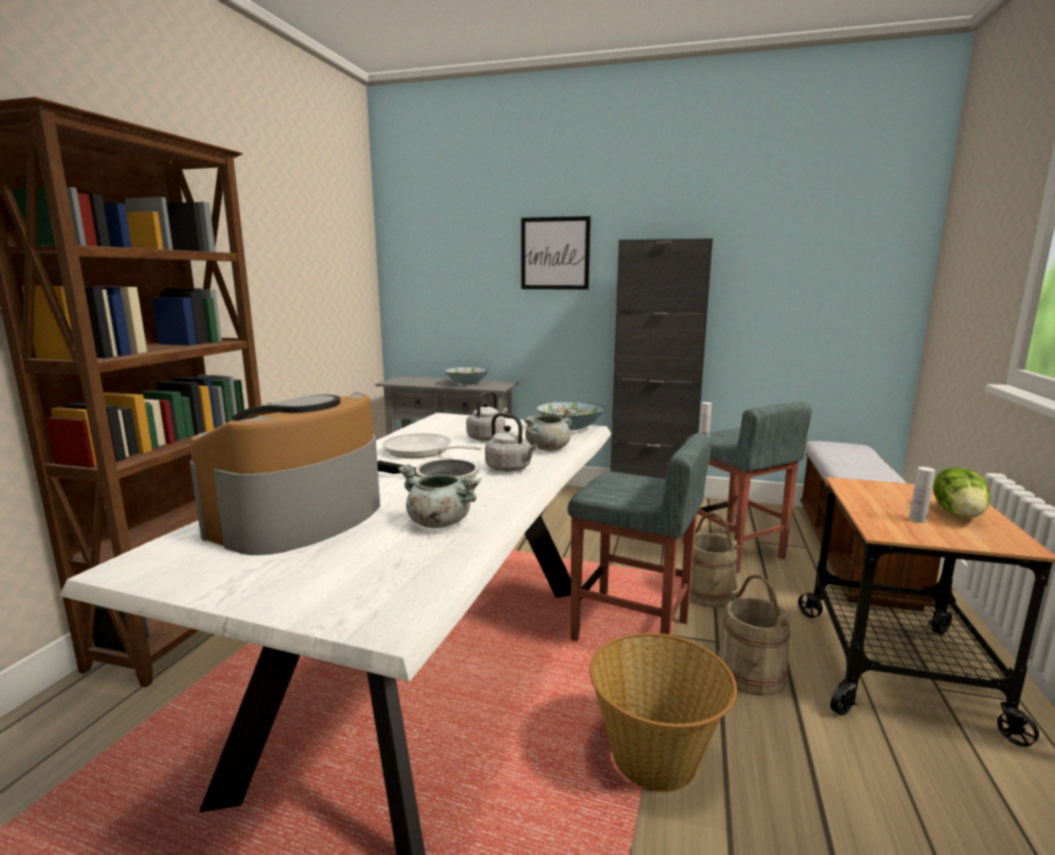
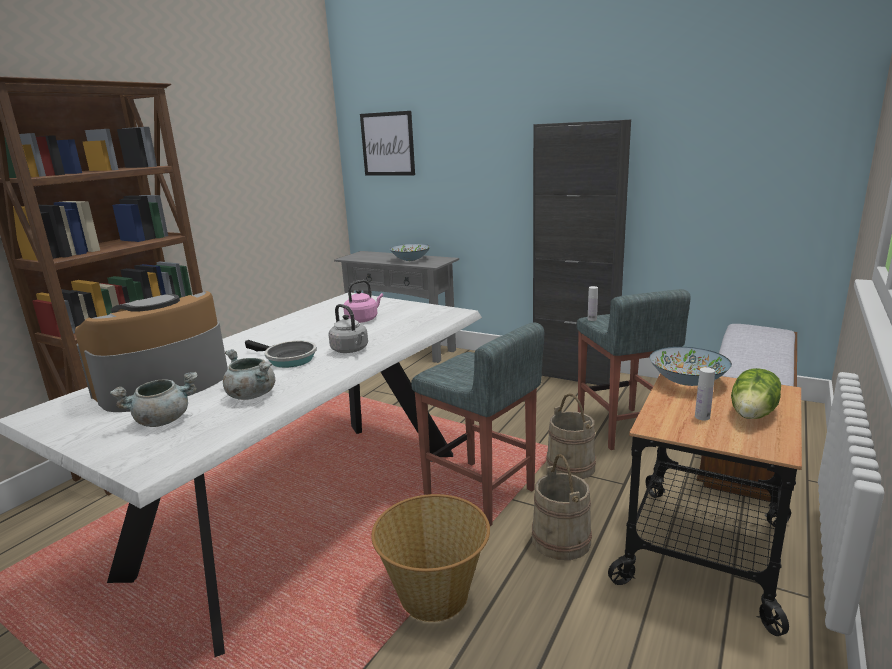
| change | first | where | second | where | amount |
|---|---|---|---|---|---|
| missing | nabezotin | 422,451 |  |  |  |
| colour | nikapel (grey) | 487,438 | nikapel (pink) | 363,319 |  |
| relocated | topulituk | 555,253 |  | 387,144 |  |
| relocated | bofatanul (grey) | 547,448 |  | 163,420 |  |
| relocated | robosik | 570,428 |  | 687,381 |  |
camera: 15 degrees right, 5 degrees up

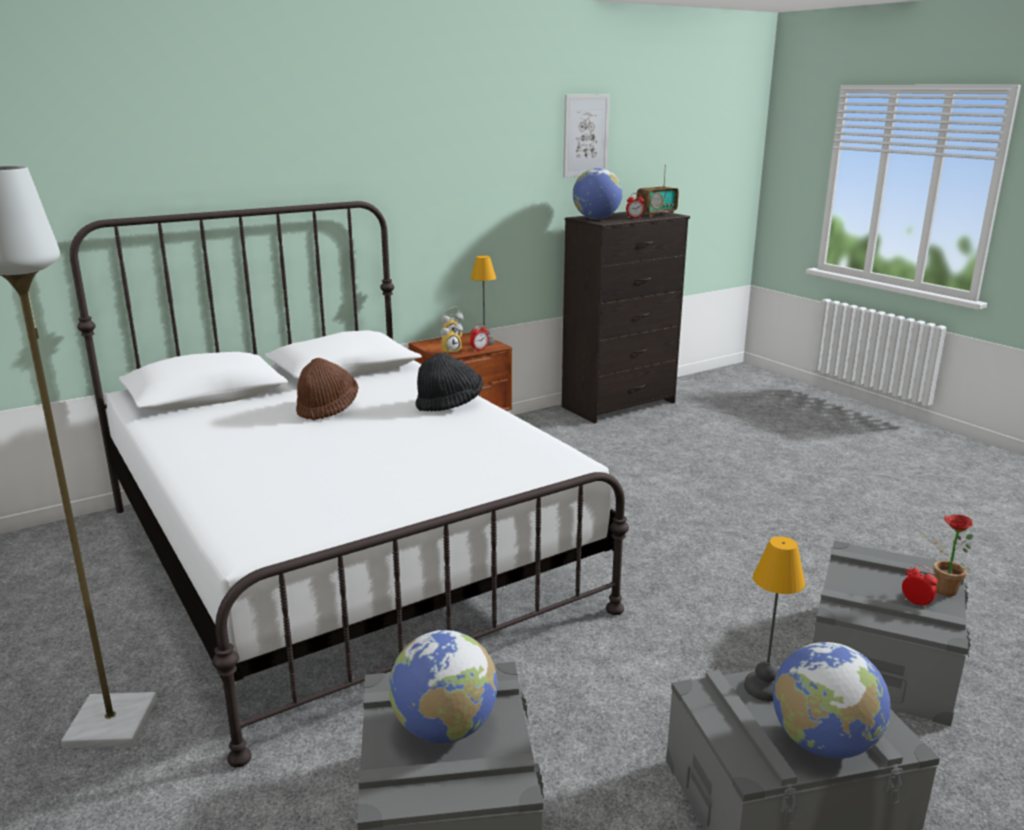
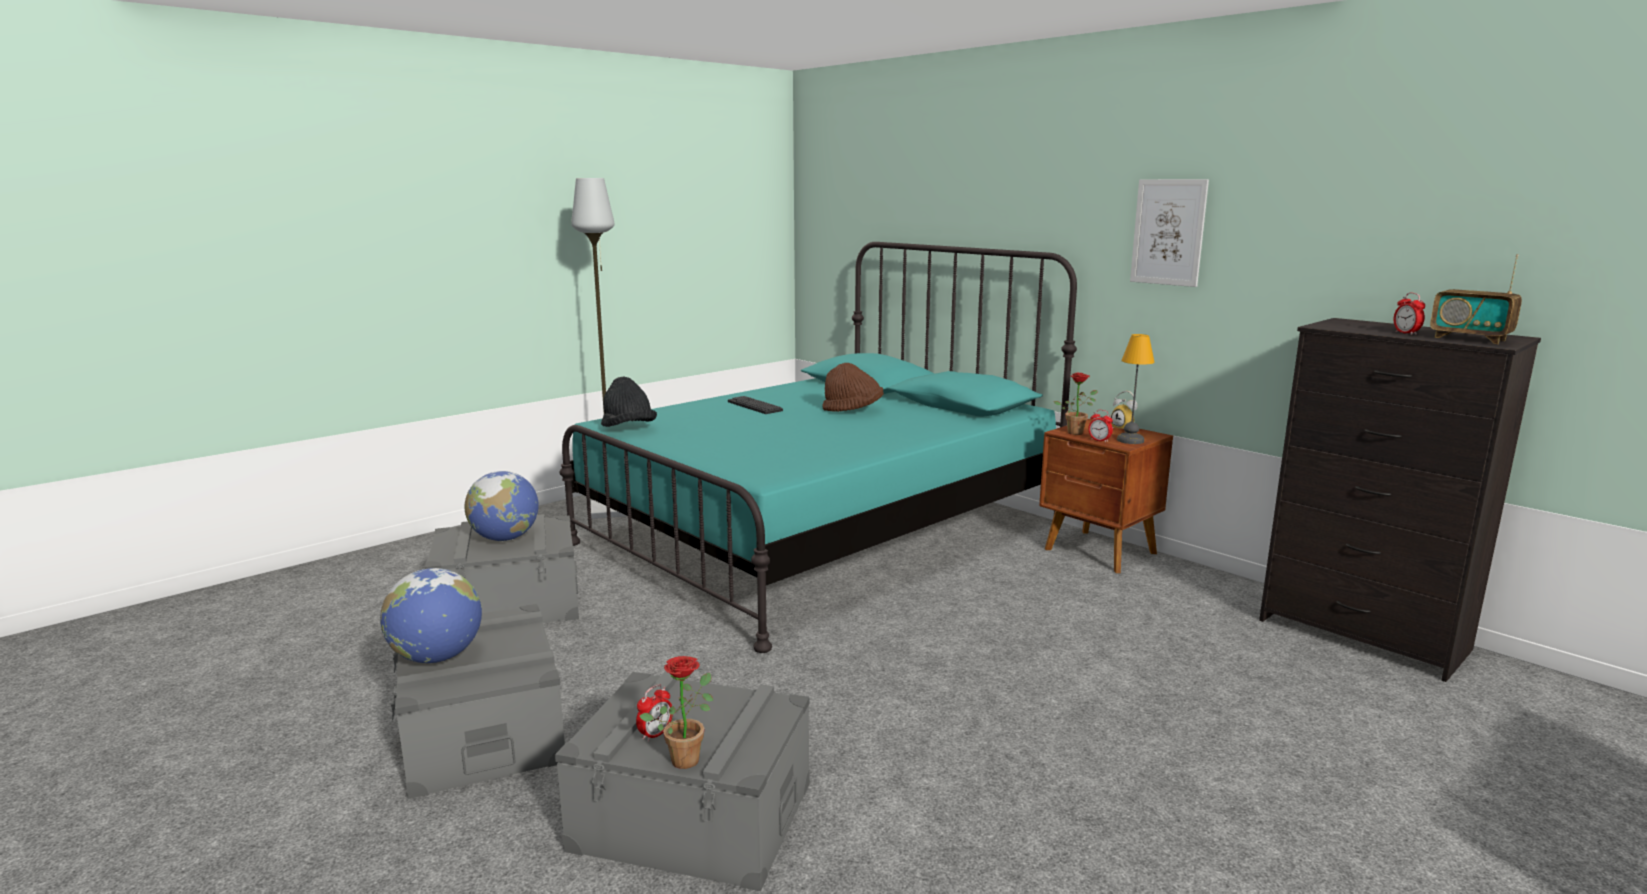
| change | first | where | second | where | amount |
|---|---|---|---|---|---|
| colour | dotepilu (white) | 341,556 | dotepilu (turquoise) | 821,534 |  |
| relocated | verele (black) | 449,404 |  | 628,429 |  |
| exchanged | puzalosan | 450,351 | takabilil | 1076,432 |  |
| relocated | topulituk | 585,135 |  | 1168,232 |  |
| missing | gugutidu | 596,219 |  |  |  |
| missing | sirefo | 763,688 |  |  |  |
| appeared |  |  | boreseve | 754,406 |  |
camera: 80 degrees right, 5 degrees down

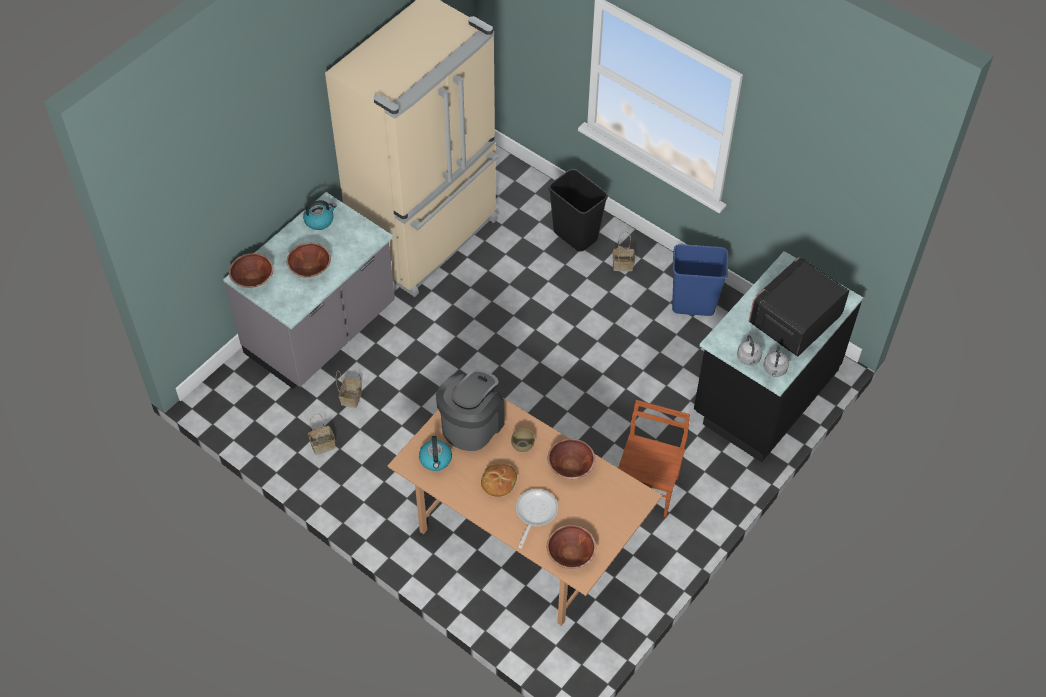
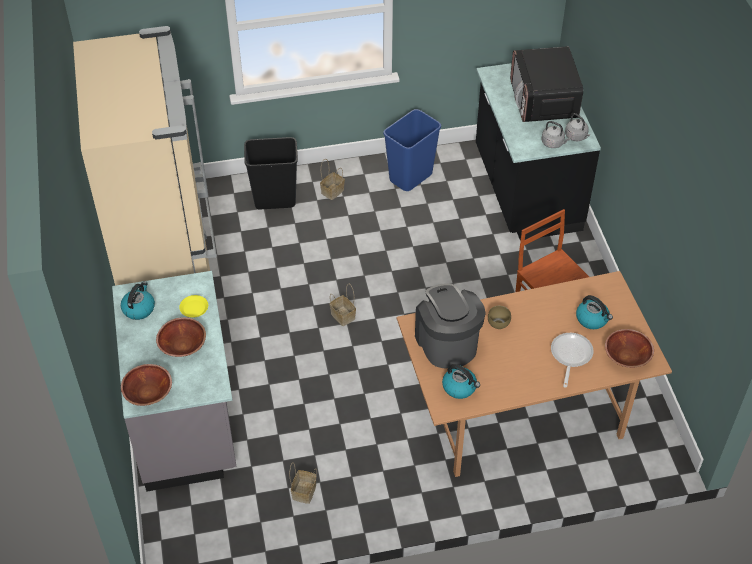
| change | first | where | second | where | amount |
|---|---|---|---|---|---|
| relocated | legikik | 351,397 |  | 342,316 |  |
| missing | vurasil | 498,483 |  |  |  |
| spun | nabezotin | 534,513 |  | 570,356 | 45 degrees clockwise |
| missing | robosik (brown) | 570,466 |  |  |  |
| appeared |  |  | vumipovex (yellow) | 194,308 |  |
| appeared |  |  | nikapel | 592,319 |  |
camera: 50 degrees left, 5 degrees down

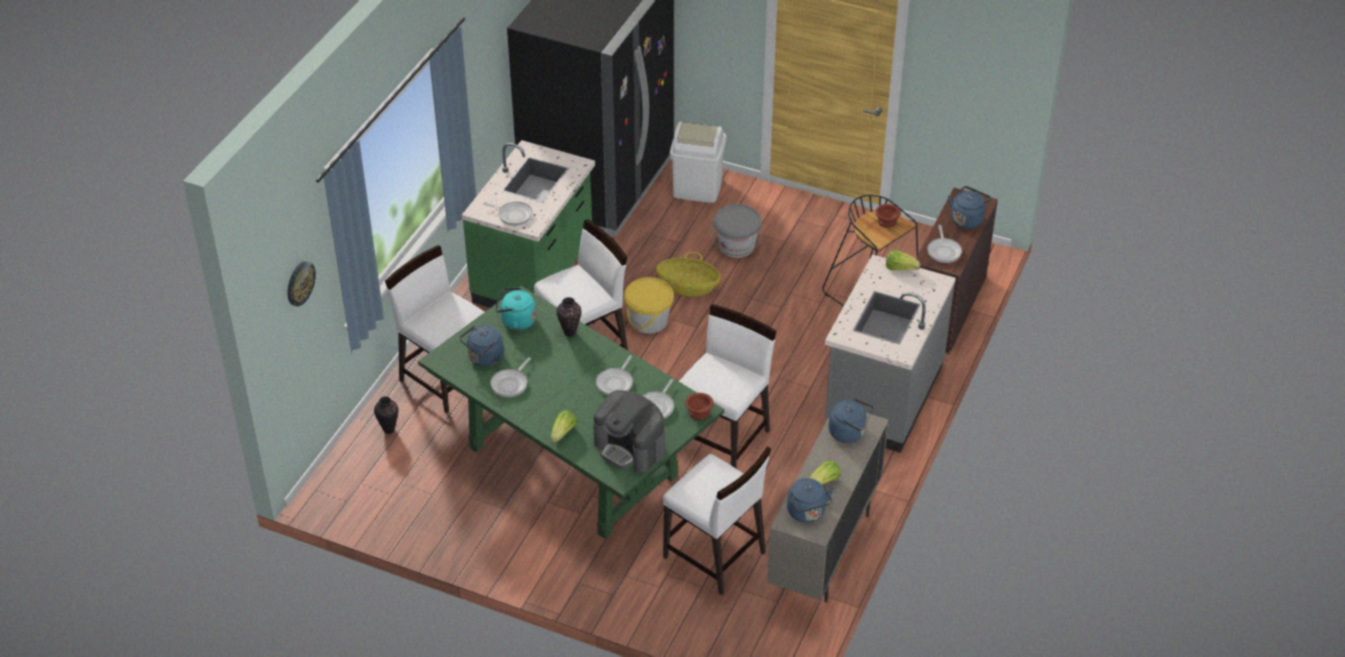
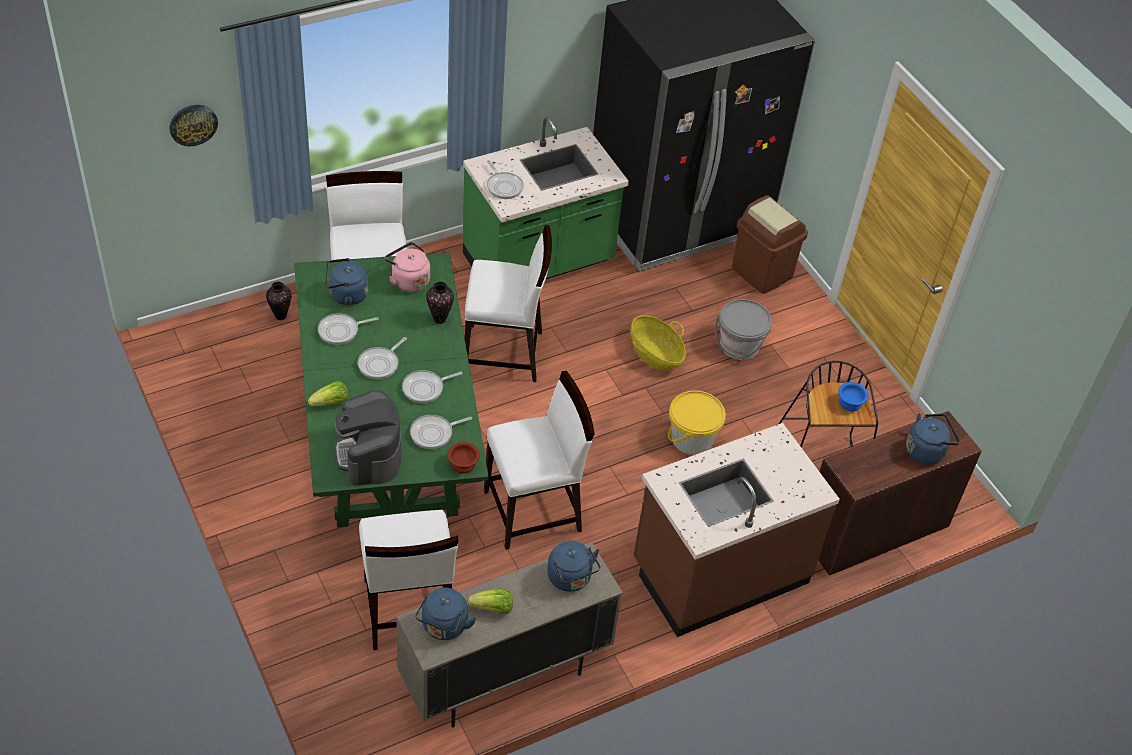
| change | first | where | second | where | amount |
|---|---|---|---|---|---|
| colour | nikapel (turquoise) | 516,321 | nikapel (pink) | 408,280 |  |
| relocated | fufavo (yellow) | 649,321 |  | 692,438 |  |
| colour | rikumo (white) | 697,188 | rikumo (brown) | 761,272 |  |
| colour | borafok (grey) | 882,396 | borafok (brown) | 719,572 |  |
| colour | robosik (brown) | 887,222 | robosik (blue) | 849,403 |  |
| missing | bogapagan | 900,268 |  |  |  |
| relocated | nabezotin | 944,251 |  | 380,364 |  |
camera: 35 degrees right, 5 degrees up

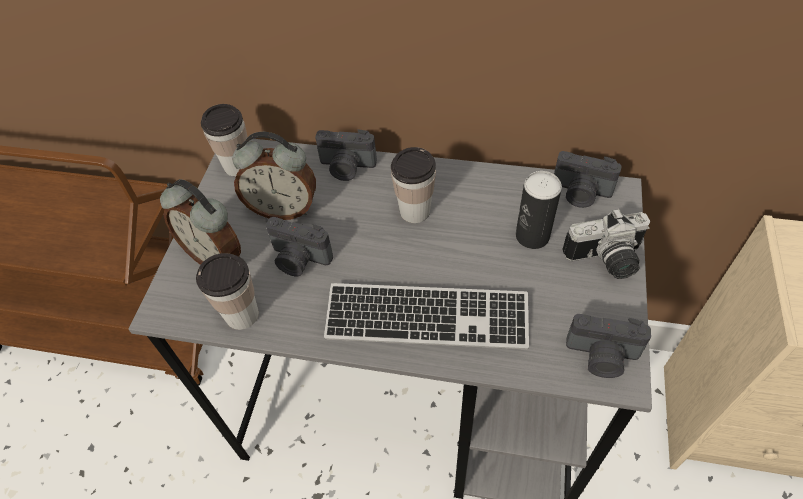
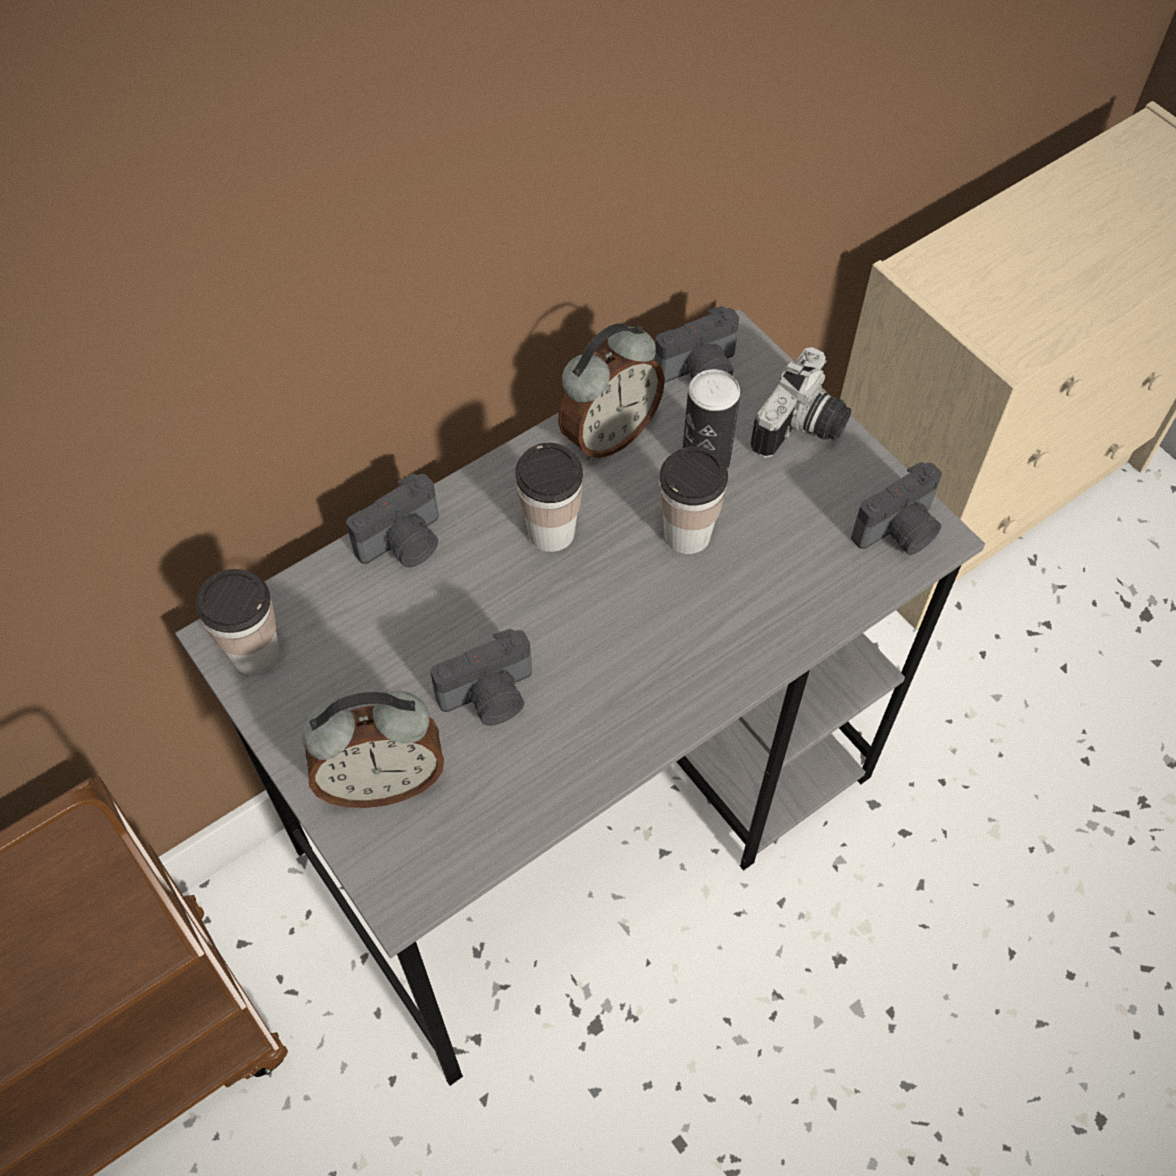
| change | first | where | second | where | amount |
|---|---|---|---|---|---|
| relocated | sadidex | 242,315 |  | 687,534 |  |
| relocated | puzalosan | 283,208 |  | 608,434 |  |
| missing | boreseve | 426,319 |  |  |  |
camera: 50 degrees left, 5 degrees up

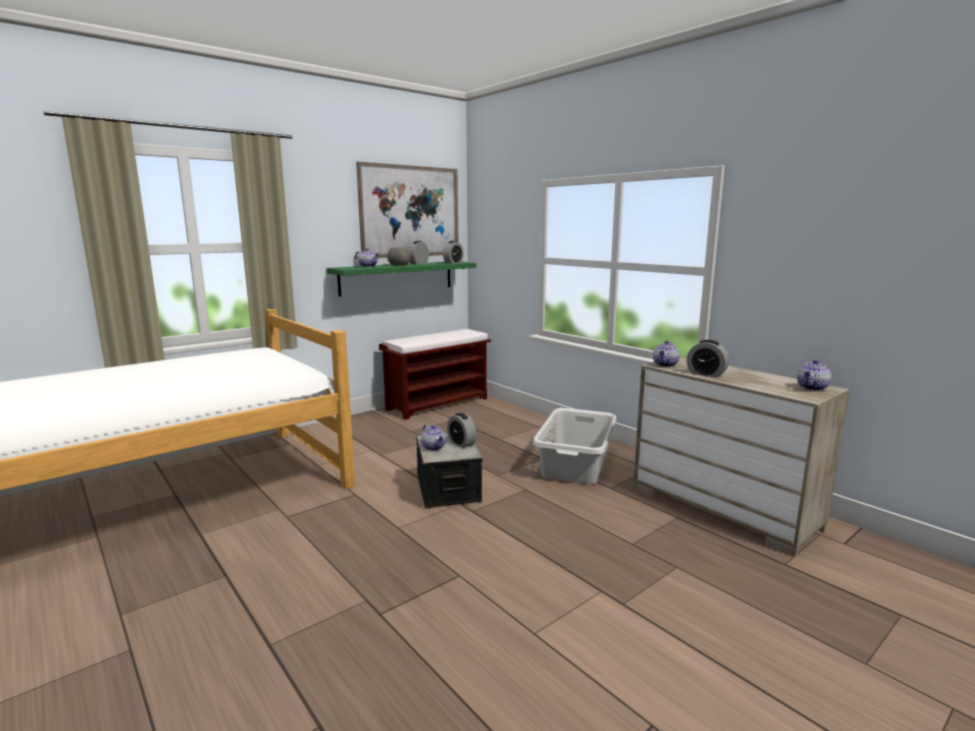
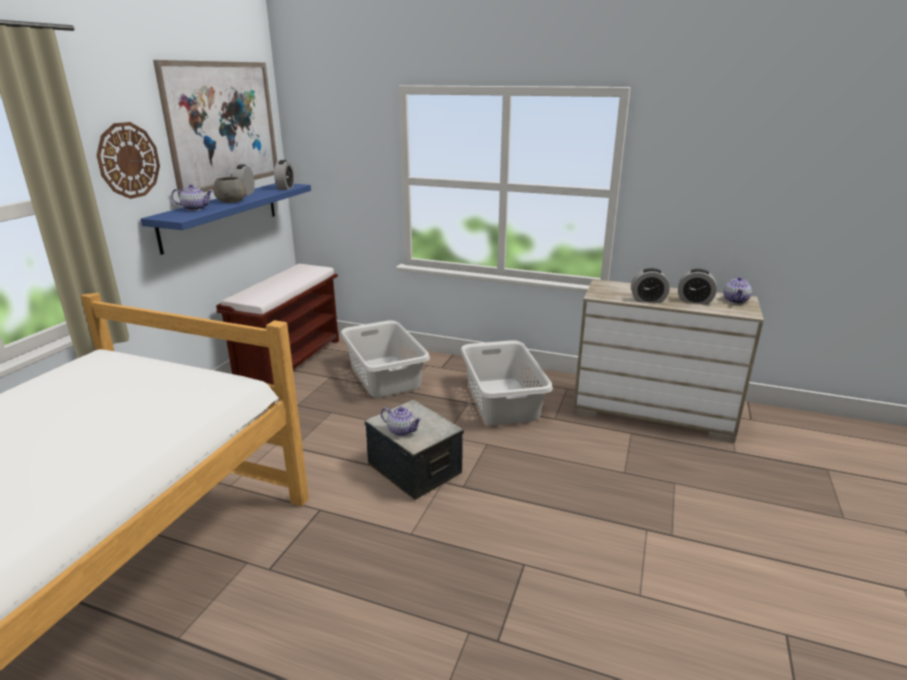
| change | first | where | second | where | amount |
|---|---|---|---|---|---|
| colour | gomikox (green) | 397,277 | gomikox (blue) | 221,215 |  |
| relocated | puzalosan | 461,443 |  | 694,301 |  |
| missing | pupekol | 665,365 |  |  |  |
| appeared |  |  | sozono | 128,160 |  |
| appeared |  |  | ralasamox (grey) | 385,376 |  |
camera: 30 degrees left, 10 degrees up

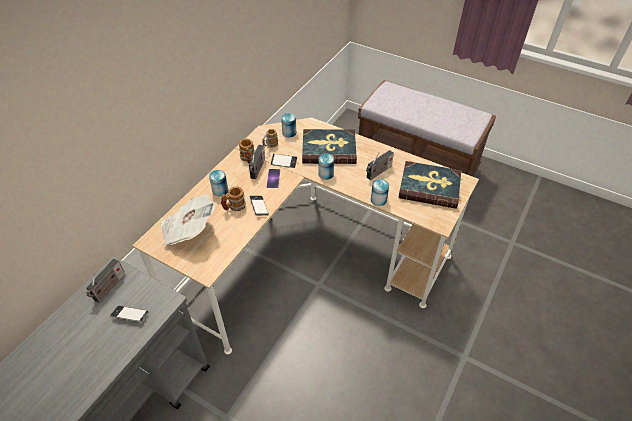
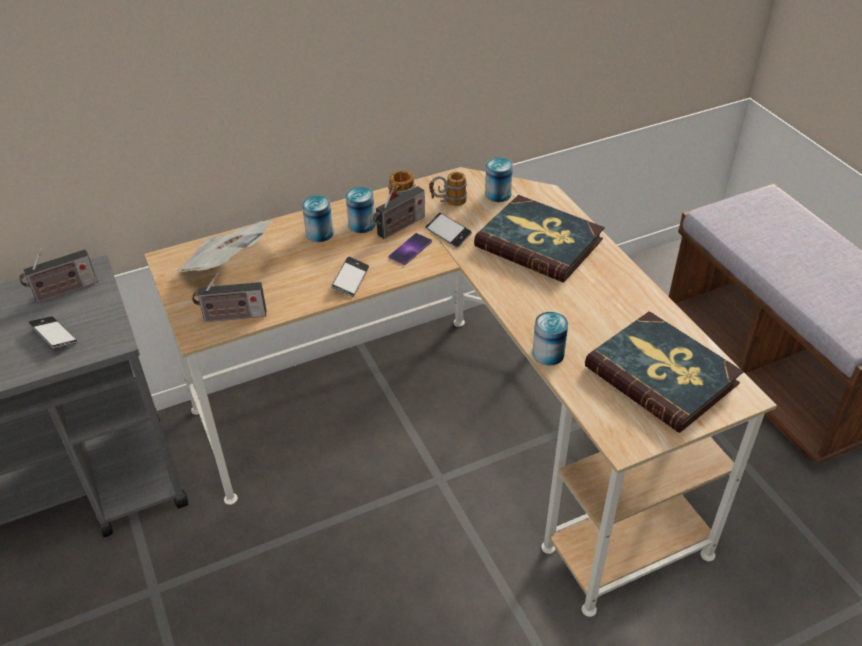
| change | first | where | second | where | amount |
|---|---|---|---|---|---|
| missing | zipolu | 234,207 |  |  |  |
| relocated | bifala | 326,174 |  | 361,224 |  |
| relocated | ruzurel | 378,172 |  | 232,316 |  |
camera: 35 degrees right, 5 degrees down

